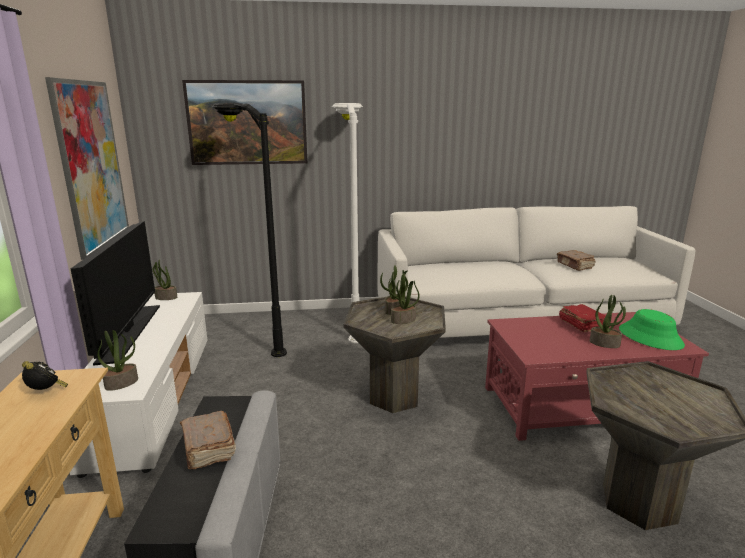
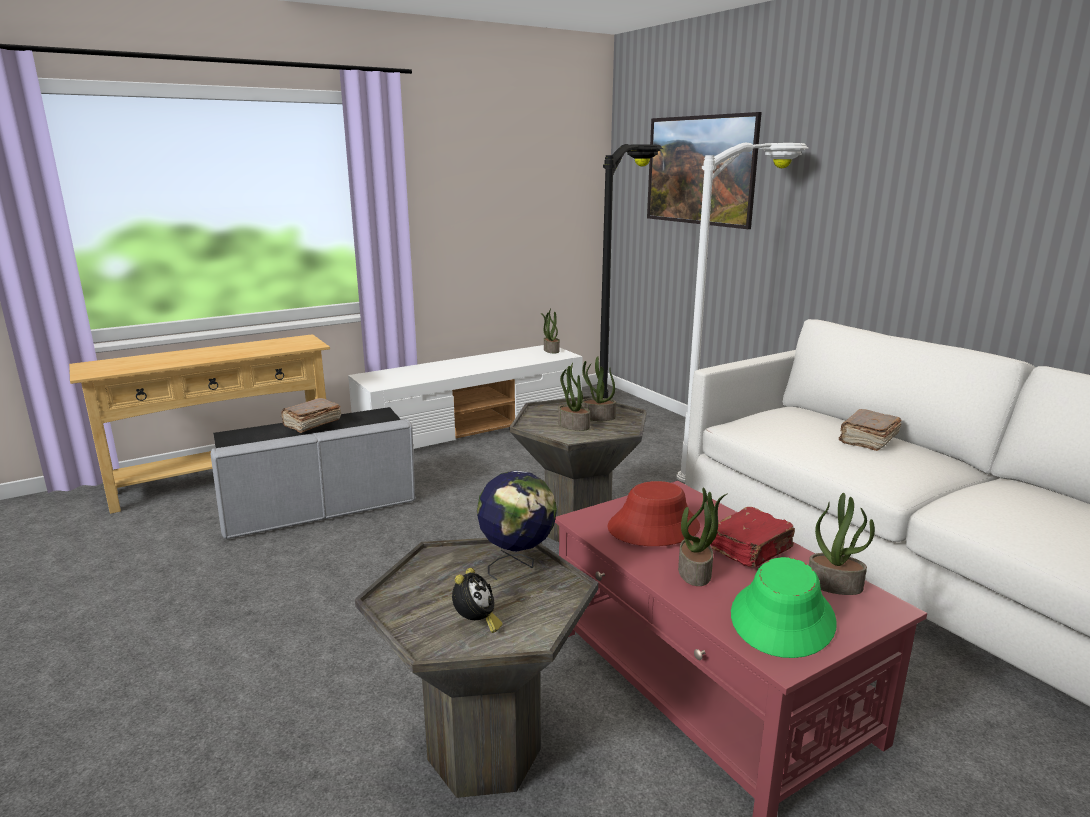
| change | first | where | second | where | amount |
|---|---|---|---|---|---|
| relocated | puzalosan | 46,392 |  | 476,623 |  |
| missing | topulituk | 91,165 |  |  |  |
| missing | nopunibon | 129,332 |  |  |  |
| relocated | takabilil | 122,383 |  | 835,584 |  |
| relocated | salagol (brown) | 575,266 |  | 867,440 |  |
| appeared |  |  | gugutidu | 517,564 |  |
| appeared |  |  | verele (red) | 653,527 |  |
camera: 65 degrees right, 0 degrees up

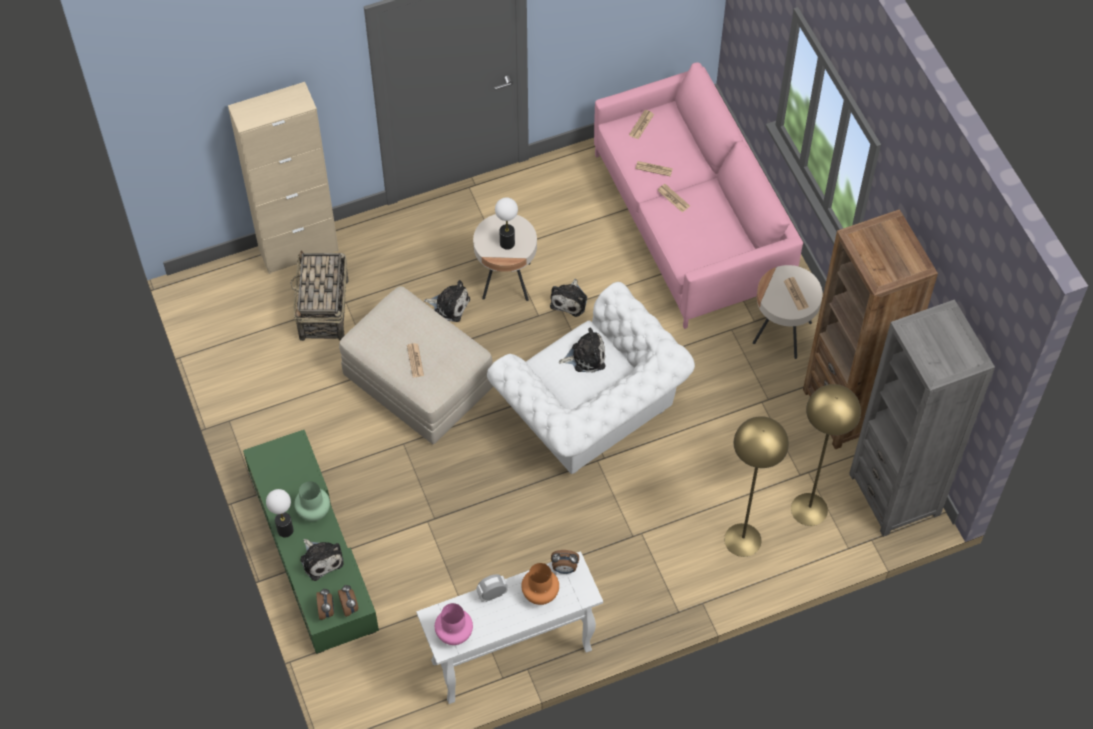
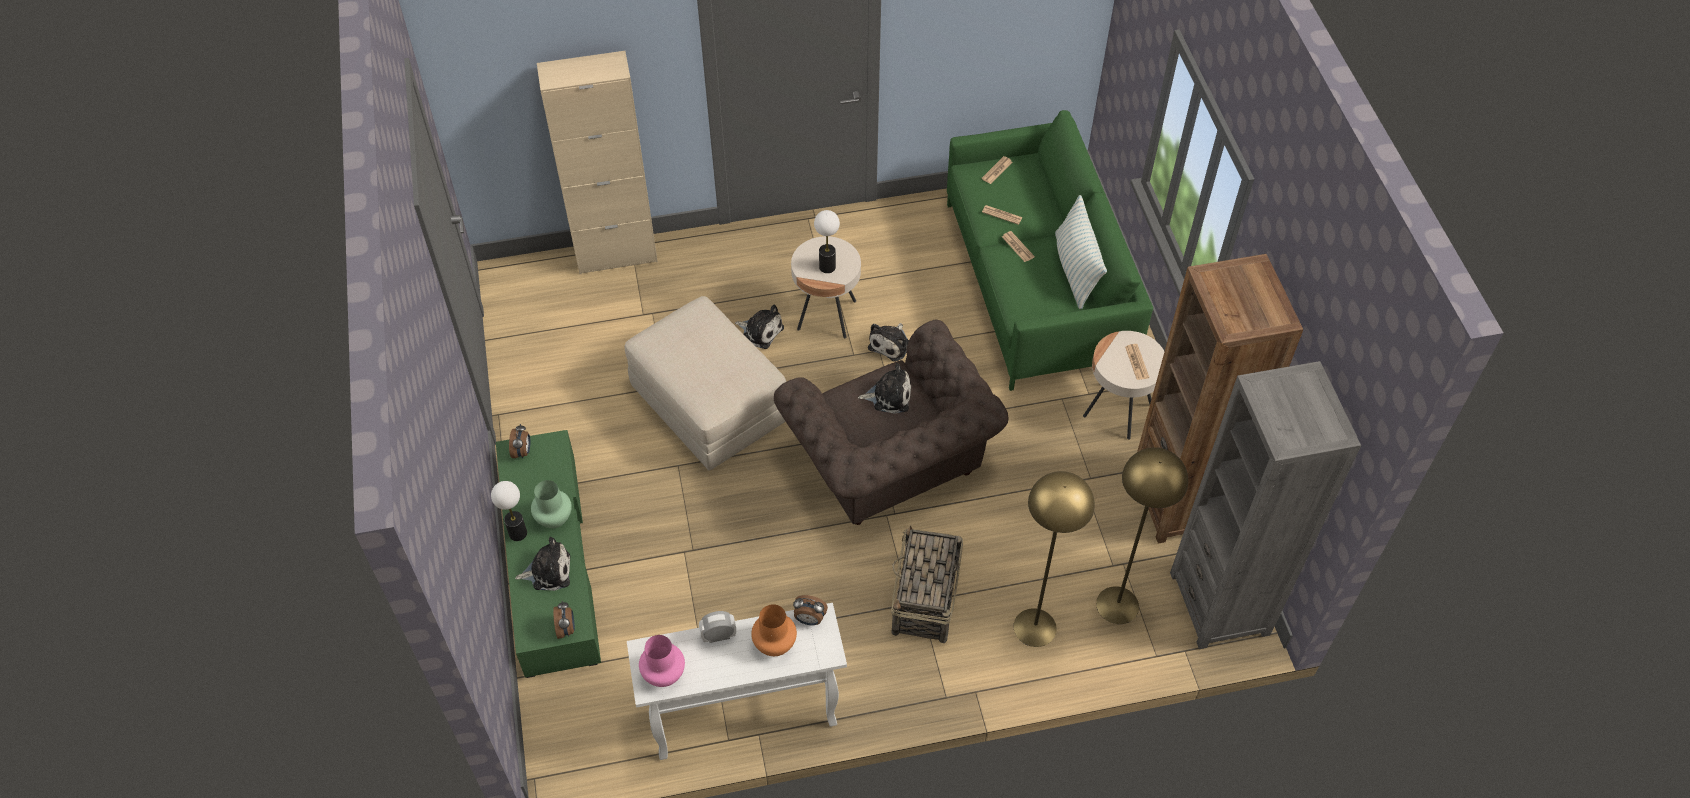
| change | first | where | second | where | amount |
|---|---|---|---|---|---|
| relocated | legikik | 323,310 |  | 925,600 |  |
| spun | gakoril | 321,559 |  | 548,571 | 75 degrees counterclockwise |
| relocated | puzalosan | 326,610 |  | 522,451 |  |
| missing | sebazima | 415,360 |  |  |  |
| colour | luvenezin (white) | 591,413 | luvenezin (brown) | 890,464 |  |
| colour | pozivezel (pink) | 690,222 | pozivezel (green) | 1036,284 |  |
| appeared |  |  | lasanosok | 1075,269 |  |
camera: 10 degrees right, 5 degrees down

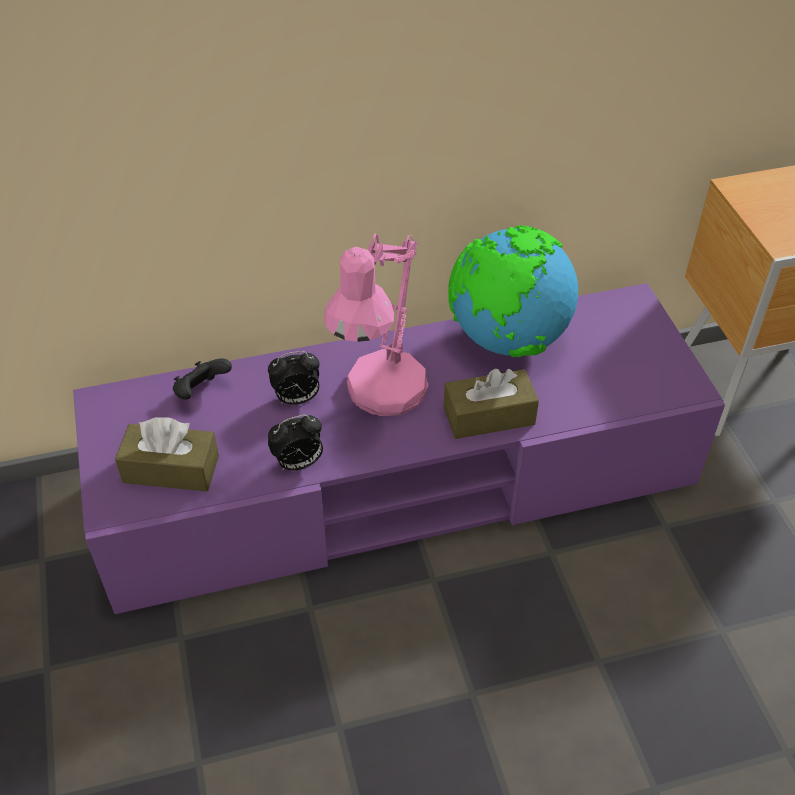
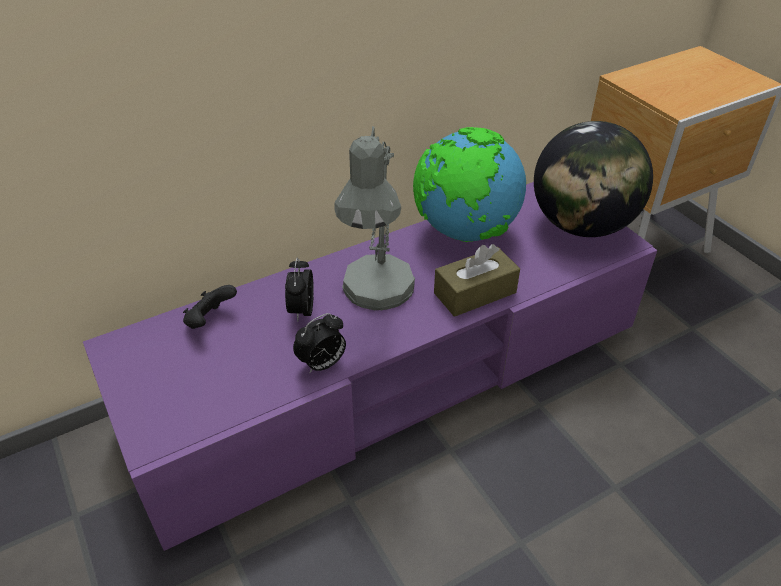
| change | first | where | second | where | amount |
|---|---|---|---|---|---|
| missing | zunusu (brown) | 171,469 |  |  |  |
| spun | puzalosan | 297,399 |  | 301,310 | 120 degrees clockwise |
| colour | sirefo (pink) | 380,399 | sirefo (grey) | 376,296 |  |
| appeared |  |  | gugutidu | 581,225 |  |
camera: 15 degrees left, 5 degrees down

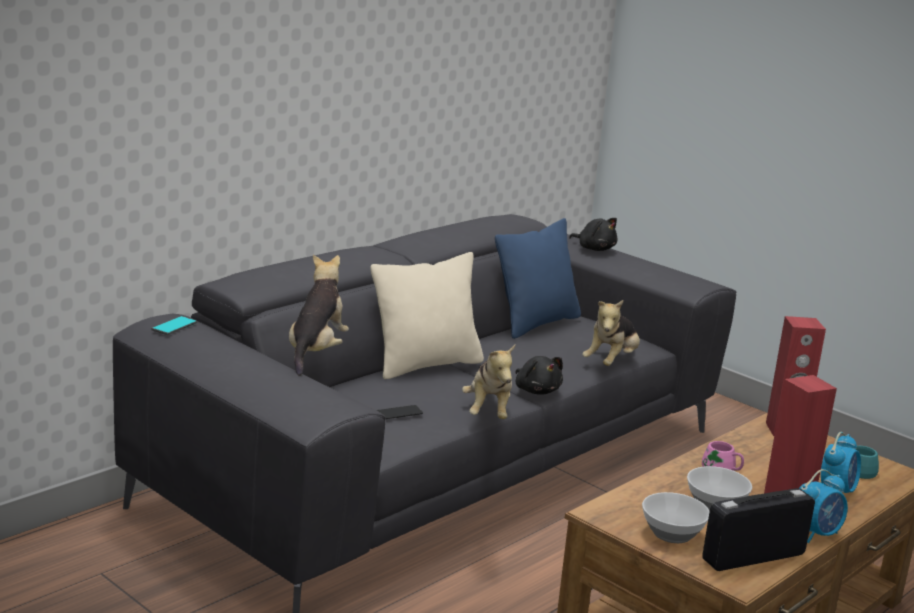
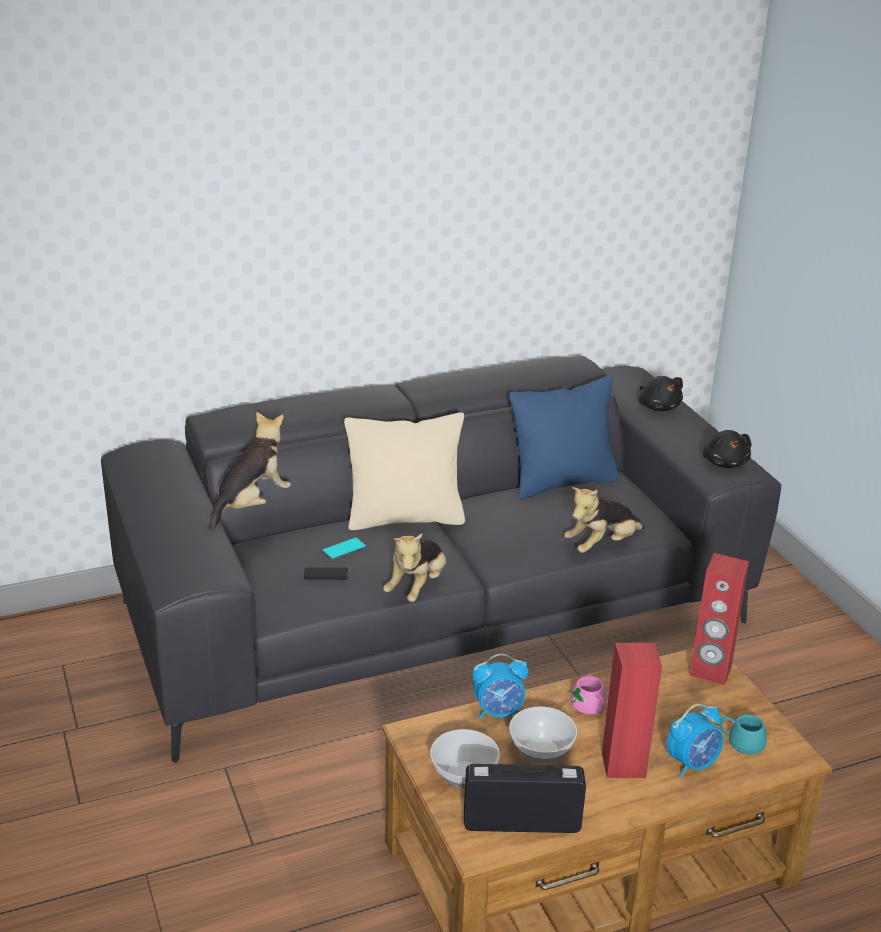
| change | first | where | second | where | amount |
|---|---|---|---|---|---|
| relocated | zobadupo | 174,326 |  | 344,549 |  |
| relocated | gakoril (black) | 536,390 |  | 725,463 |  |
| relocated | puzalosan | 816,534 |  | 499,712 |  |
camera: 25 degrees right, 10 degrees up

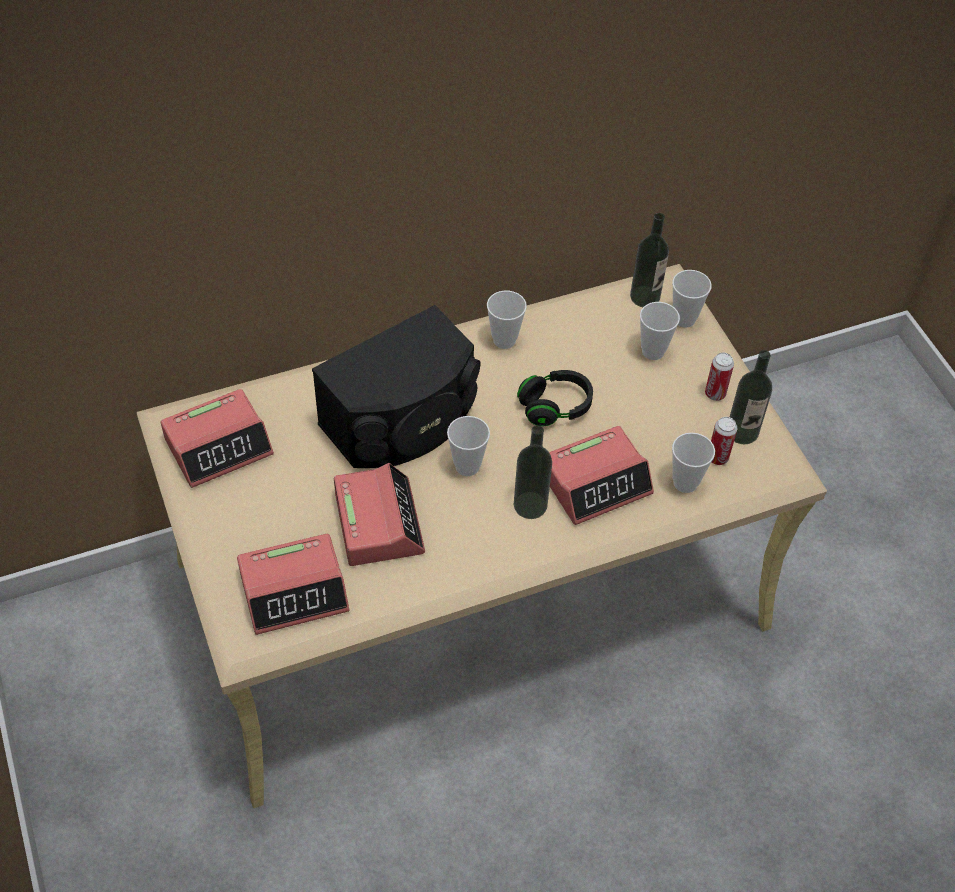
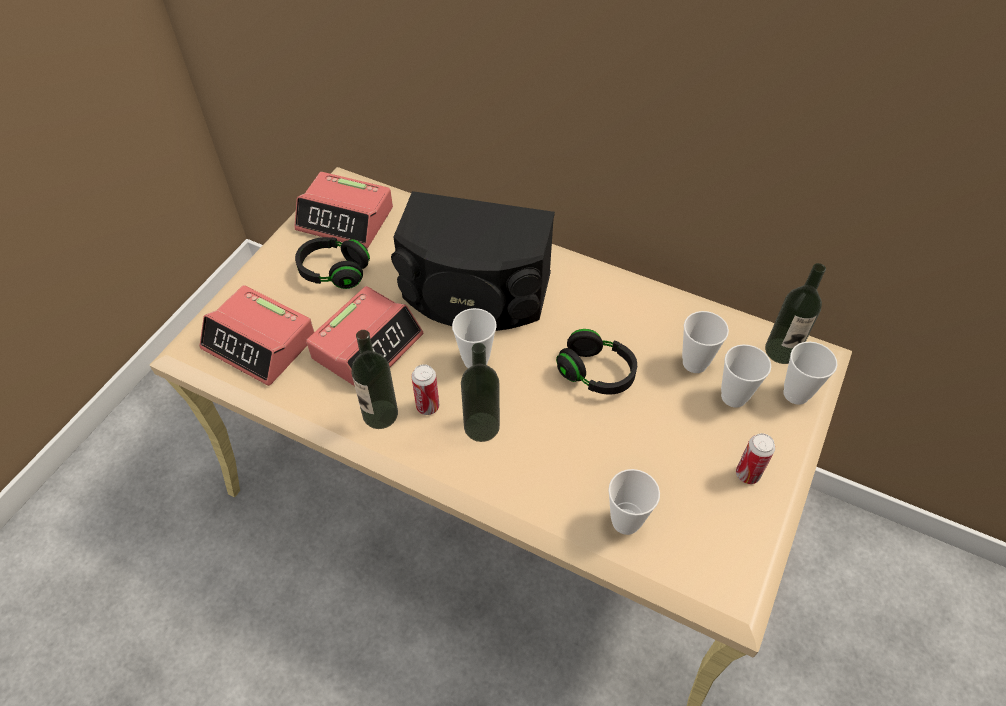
| change | first | where | second | where | amount |
|---|---|---|---|---|---|
| relocated | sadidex | 504,340 |  | 695,363 |  |
| missing | puzalosan | 596,483 |  |  |  |
| relocated | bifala | 717,457 |  | 427,406 |  |
| relocated | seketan | 742,432 |  | 380,414 |  |
| appeared |  |  | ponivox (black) | 334,272 |  |
camera: 50 degrees right, 0 degrees up

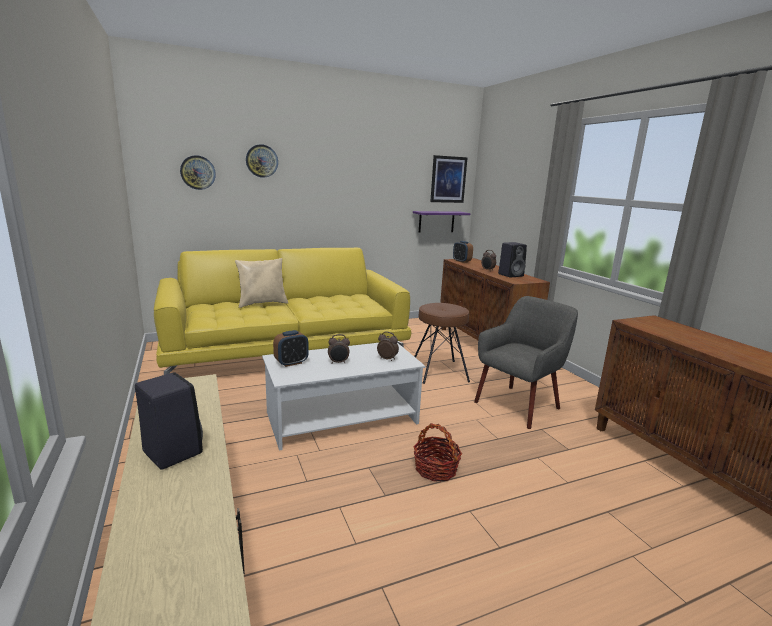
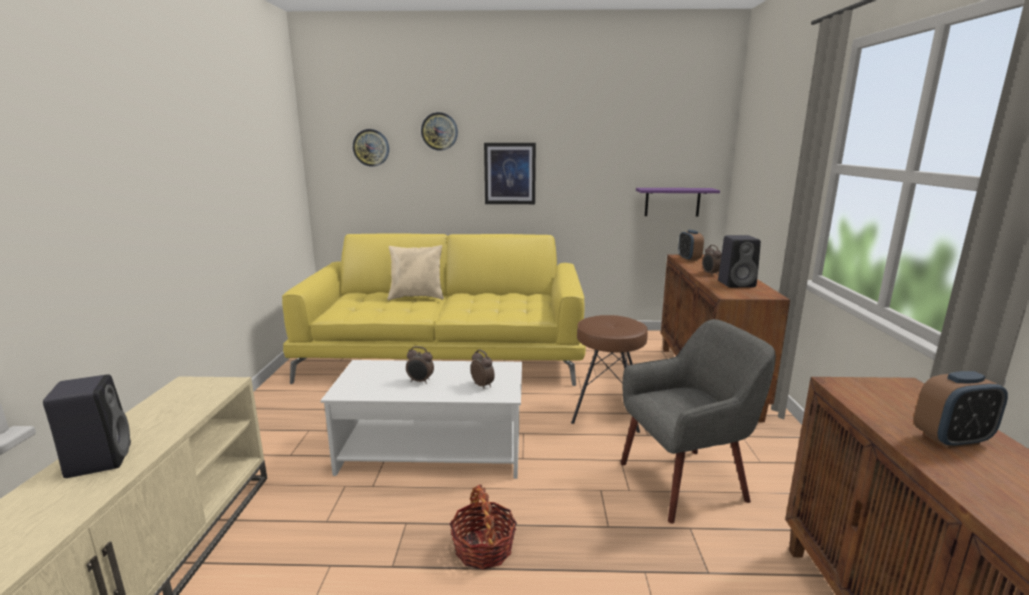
| change | first | where | second | where | amount |
|---|---|---|---|---|---|
| relocated | puzalosan | 291,363 |  | 951,439 |  |
| relocated | topulituk | 448,179 |  | 510,173 |  |
camera: 25 degrees right, 0 degrees up

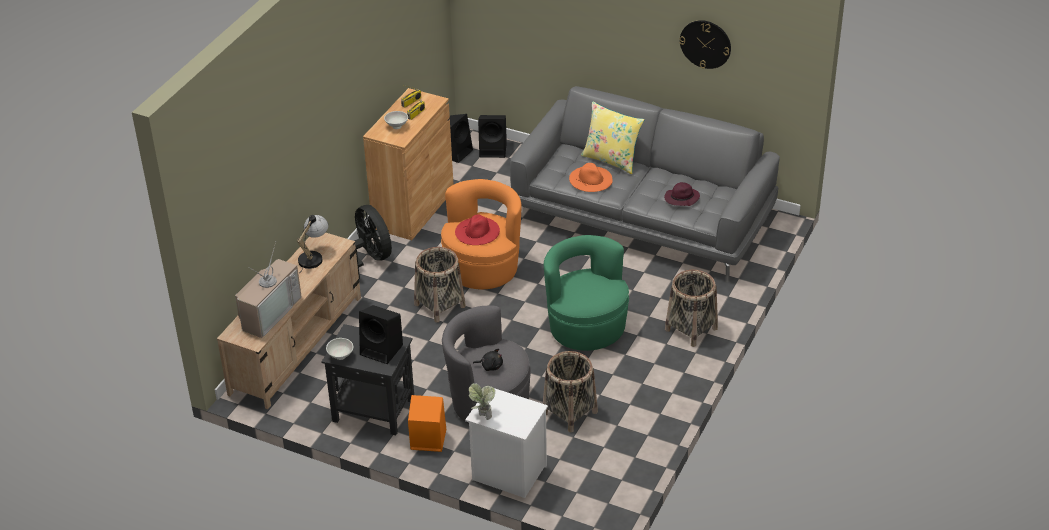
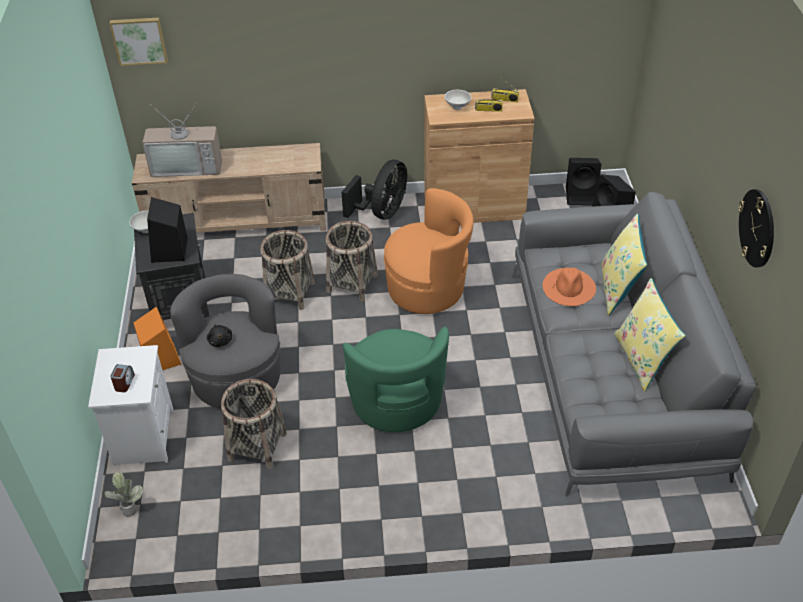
| change | first | where | second | where | amount |
|---|---|---|---|---|---|
| missing | sirefo | 313,256 |  |  |  |
| missing | verele (red) | 477,231 |  |  |  |
| relocated | takabilil | 482,415 |  | 129,507 |  |
| spun | luvenezin (green) | 586,327 |  | 397,403 | 135 degrees clockwise |
| missing | verele (purple) | 681,199 |  |  |  |
| relocated | legikik | 691,329 |  | 290,292 |  |
| appeared |  |  | topulituk | 139,40 |  |
| appeared |  |  | puzalosan | 124,383 |  |
| appeared |  |  | lasanosok (yellow) | 642,359 |  |
camera: 60 degrees right, 5 degrees up

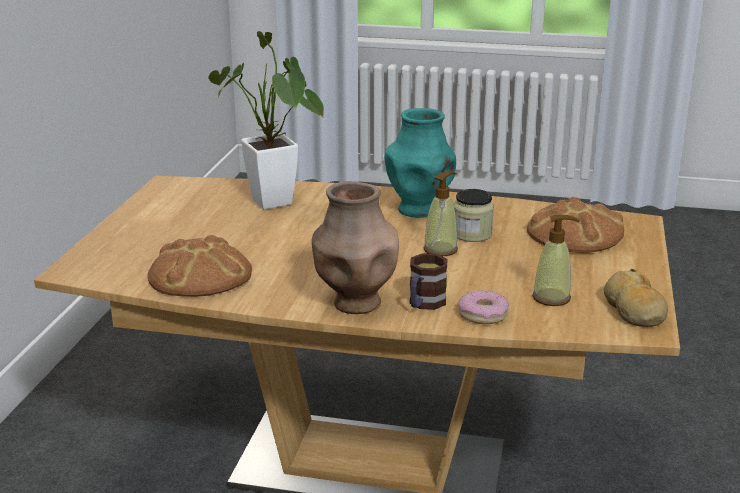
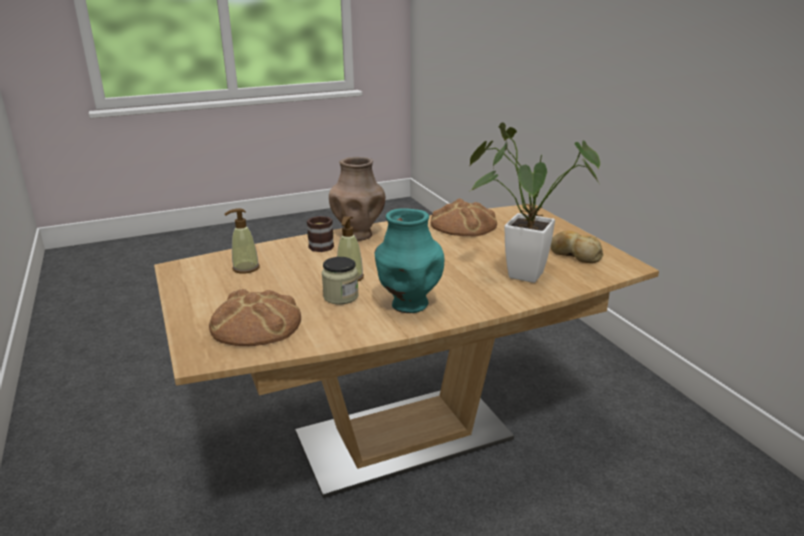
| change | first | where | second | where | amount |
|---|---|---|---|---|---|
| missing | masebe | 483,314 |  |  |  |
| relocated | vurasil | 633,310 |  | 575,254 |  |
camera: 145 degrees right, 0 degrees up

